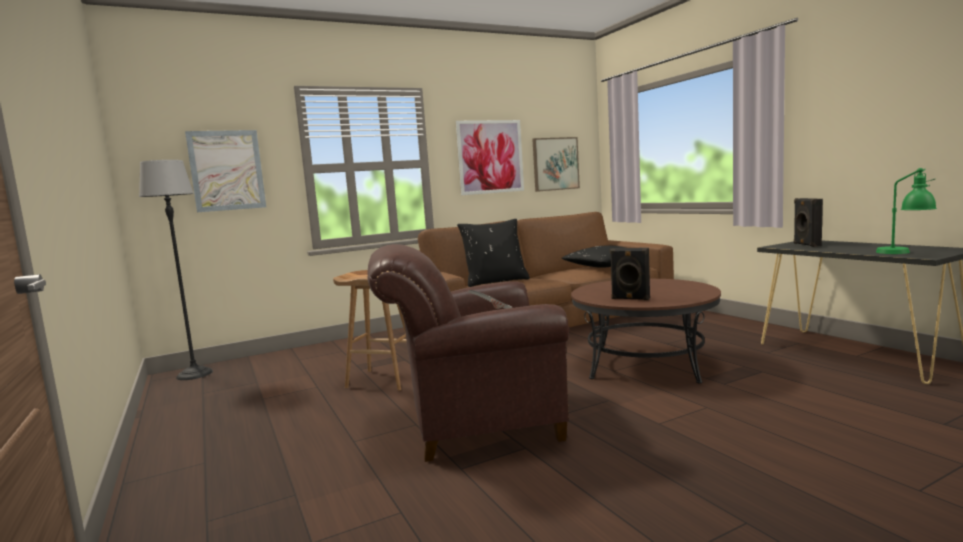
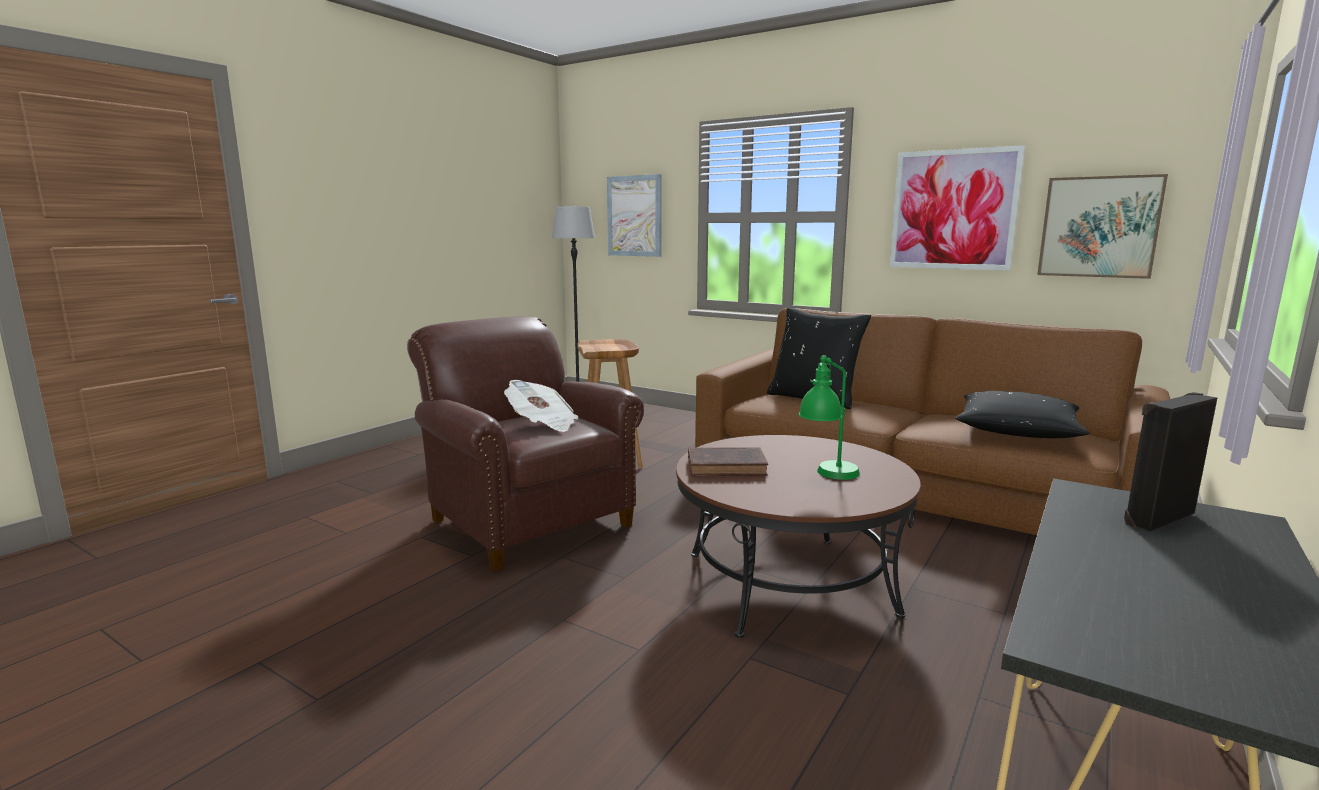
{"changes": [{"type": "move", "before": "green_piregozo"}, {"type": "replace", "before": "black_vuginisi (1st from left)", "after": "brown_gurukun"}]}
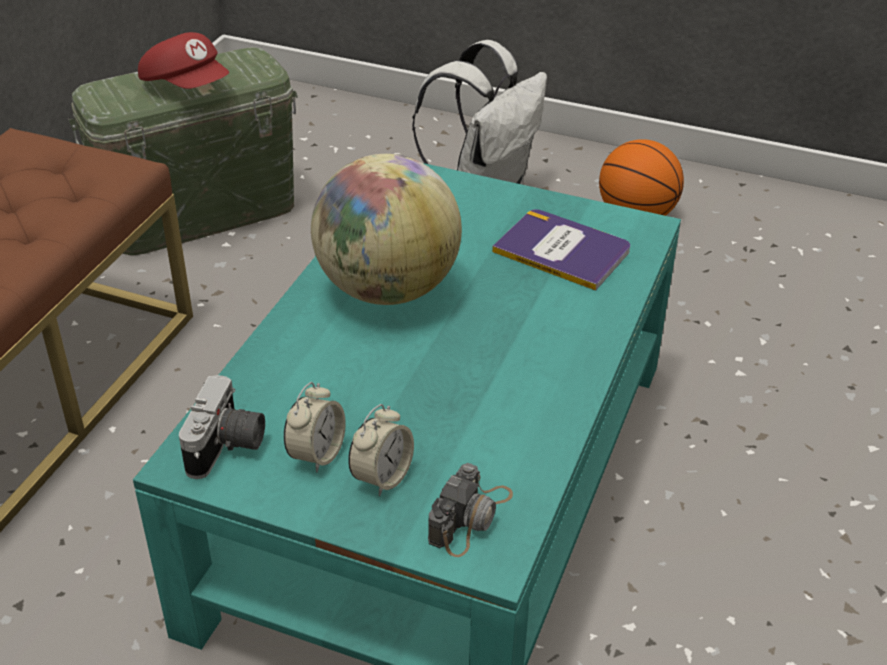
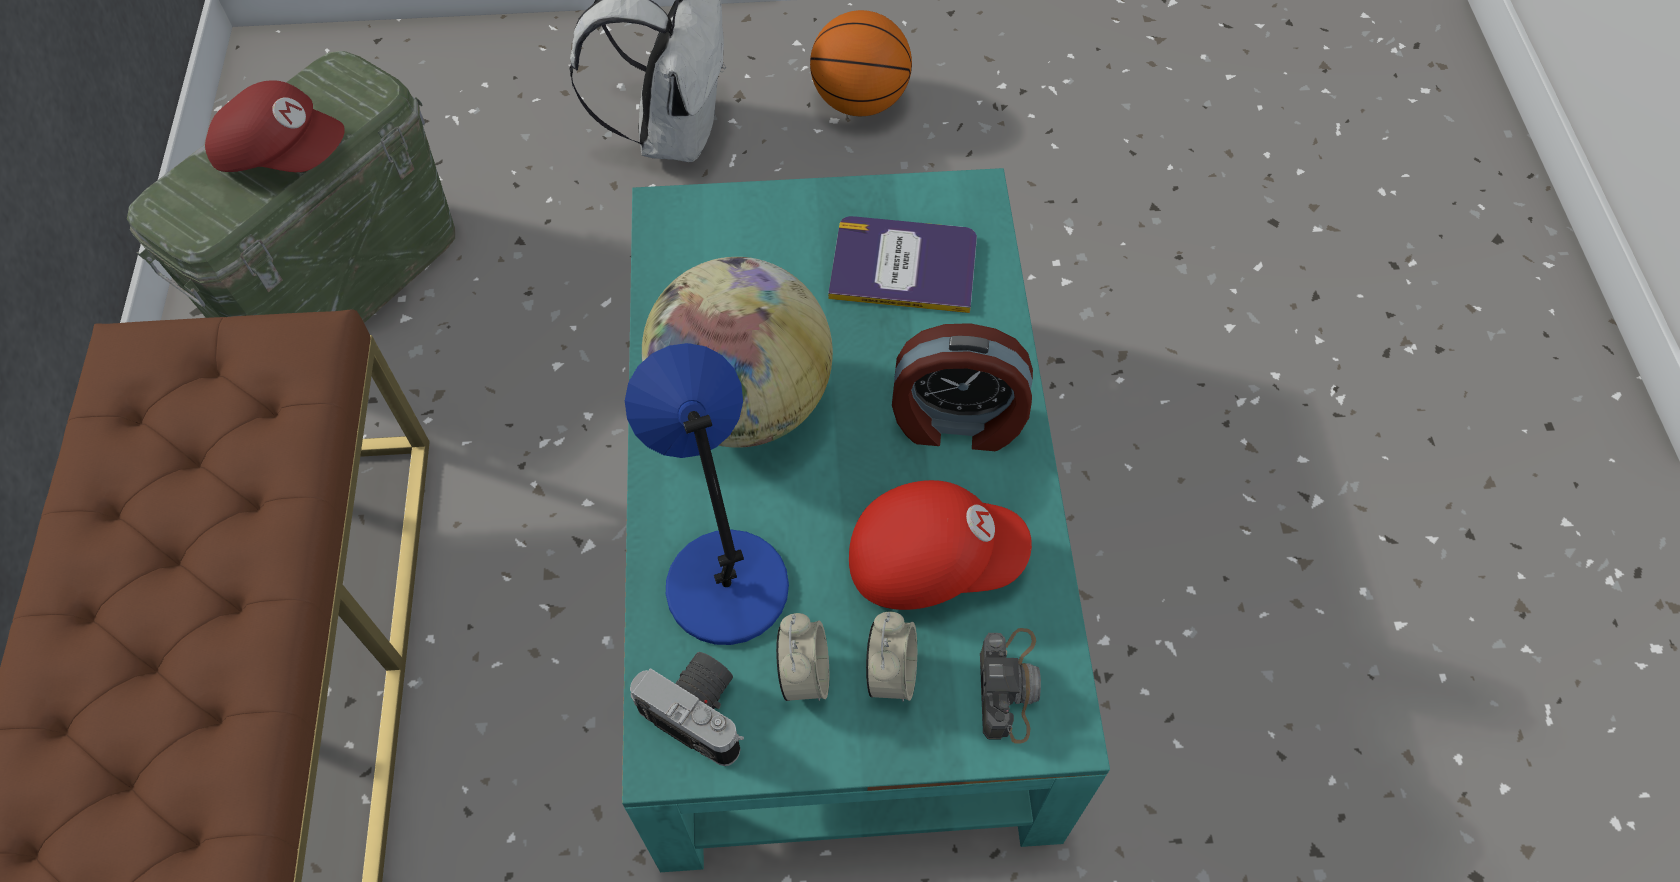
{"changes": [{"type": "rotate", "before": "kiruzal (1st from left)", "turn": -45}, {"type": "insert", "after": "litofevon (3rd from left)"}, {"type": "insert", "after": "blue_piregozo"}, {"type": "insert", "after": "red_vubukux (2nd from left)"}]}
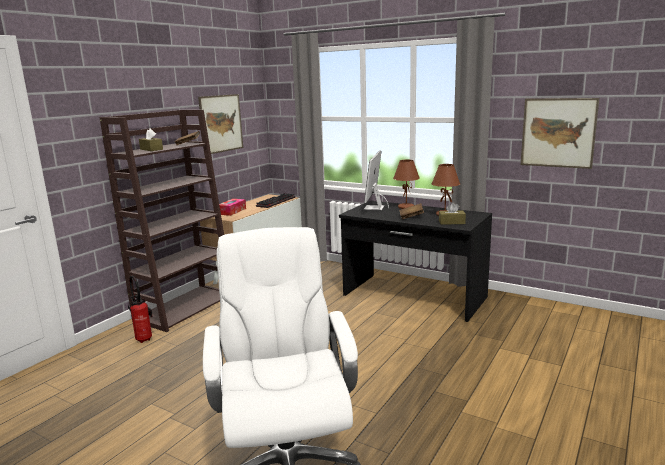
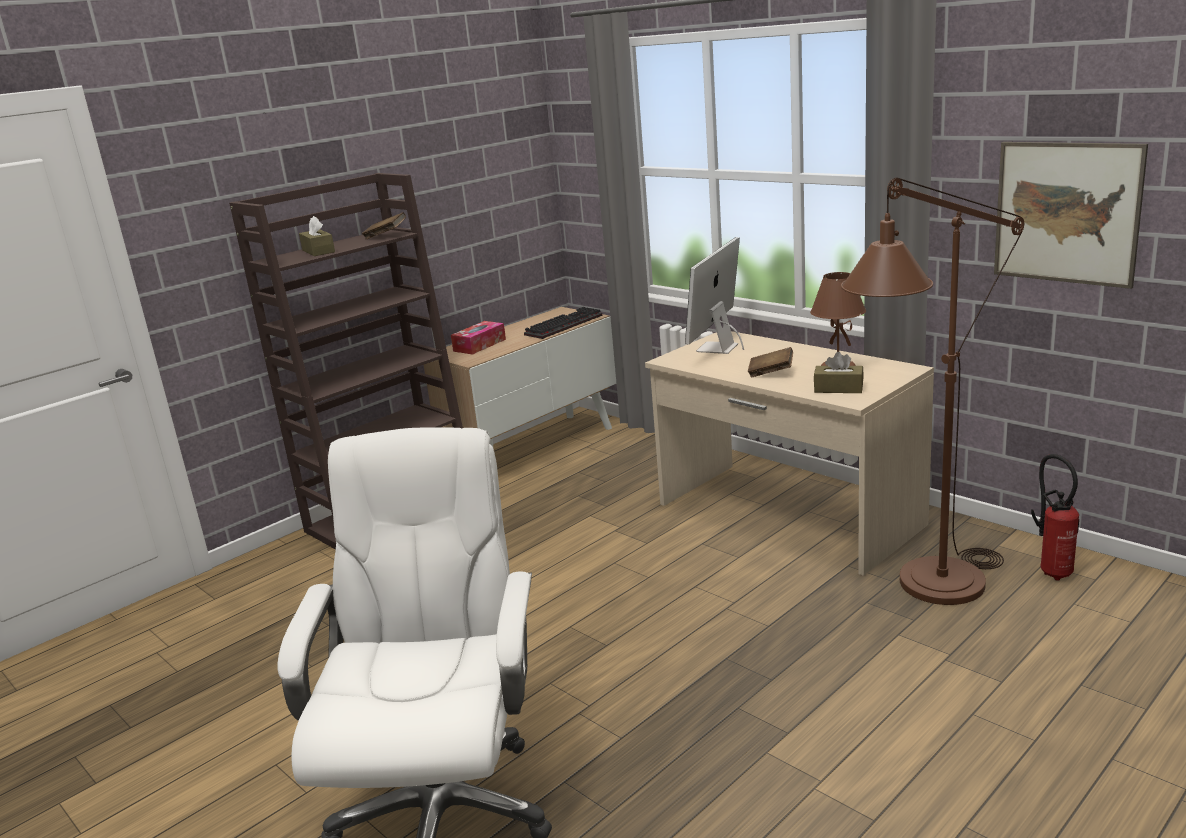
{"changes": [{"type": "delete", "before": "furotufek (1st from left)"}, {"type": "delete", "before": "brown_piregozo (1st from left)"}, {"type": "recolor", "before": "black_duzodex", "after": "beige_duzodex"}, {"type": "move", "before": "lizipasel"}, {"type": "insert", "after": "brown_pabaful"}]}
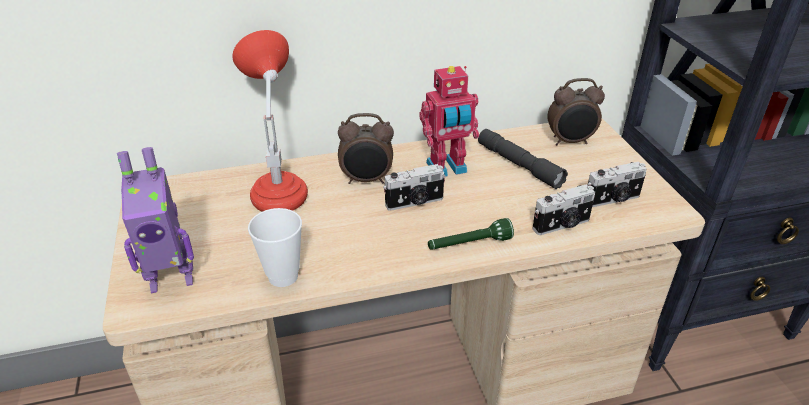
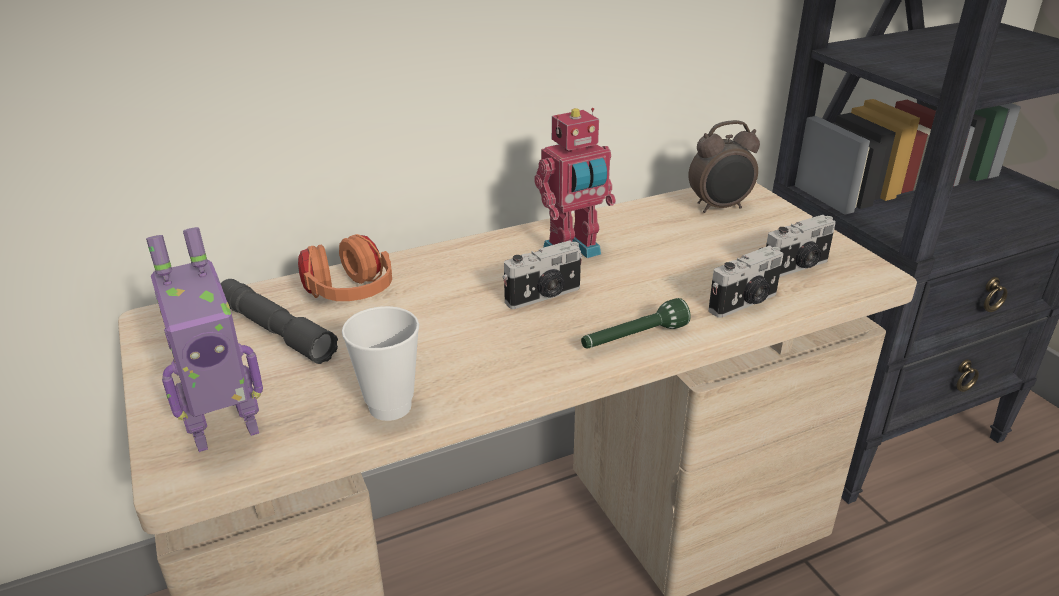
{"changes": [{"type": "replace", "before": "red_piregozo", "after": "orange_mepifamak"}, {"type": "delete", "before": "litofevon (1st from left)"}, {"type": "move", "before": "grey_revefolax"}]}
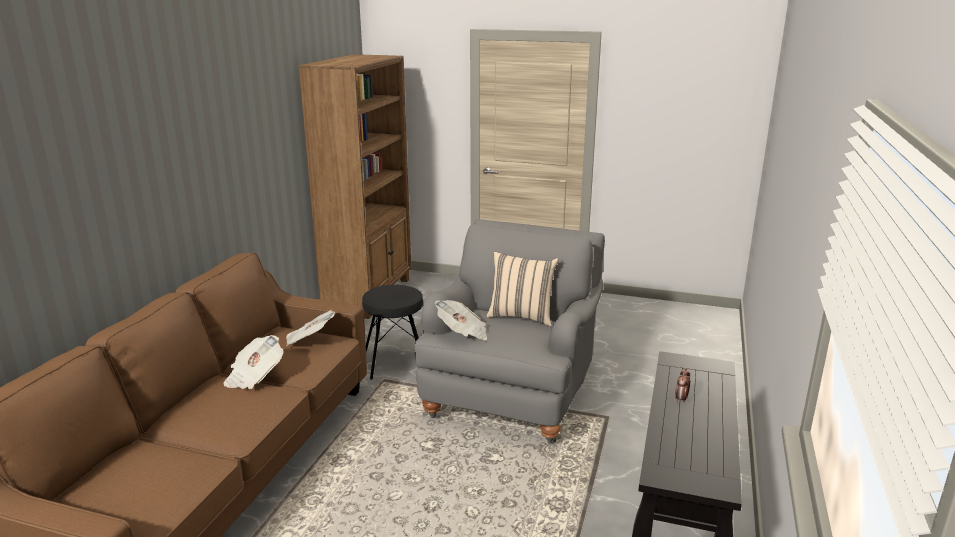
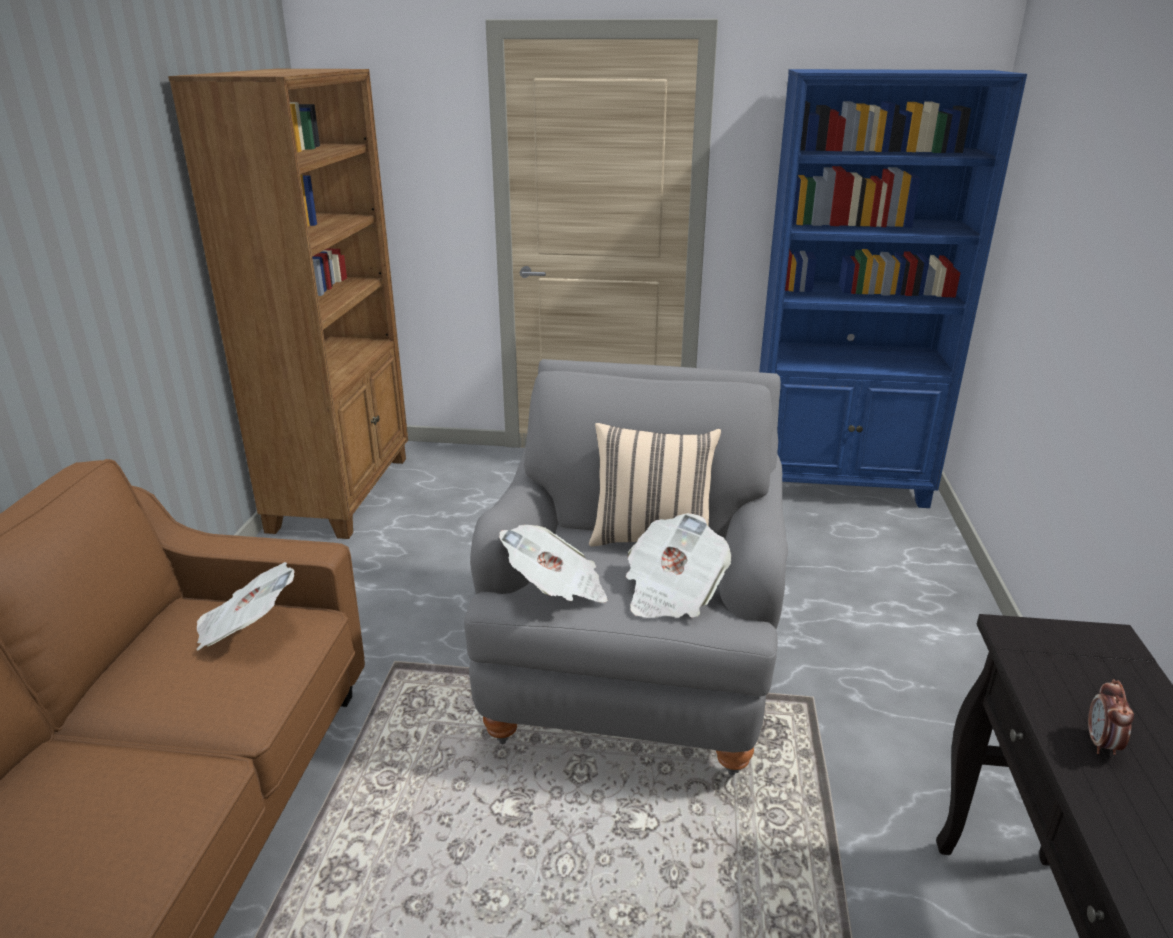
{"changes": [{"type": "delete", "before": "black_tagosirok"}, {"type": "move", "before": "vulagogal (1st from left in the first image)", "after": "vulagogal (3rd from left)"}, {"type": "insert", "after": "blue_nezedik"}]}
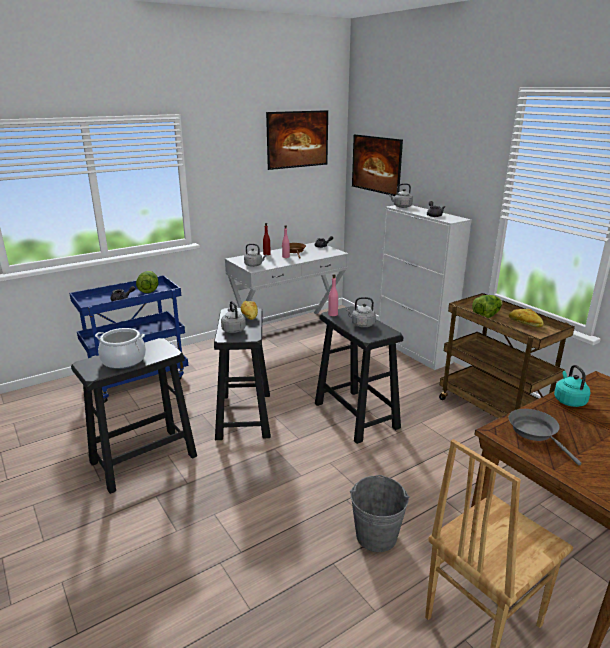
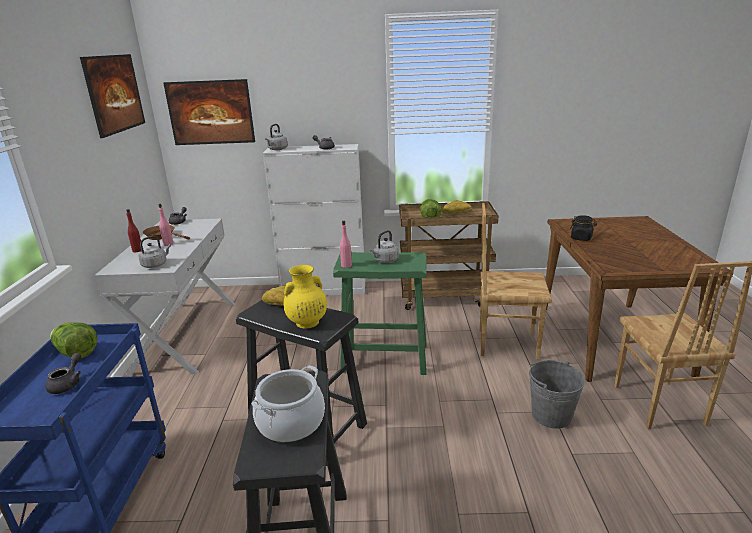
{"changes": [{"type": "replace", "before": "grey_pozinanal (1st from left)", "after": "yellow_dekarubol"}, {"type": "recolor", "before": "black_tagosirok (3rd from left)", "after": "green_tagosirok"}, {"type": "replace", "before": "turquoise_pozinanal", "after": "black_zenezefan"}, {"type": "delete", "before": "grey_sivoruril"}, {"type": "insert", "after": "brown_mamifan (1st from left)"}]}
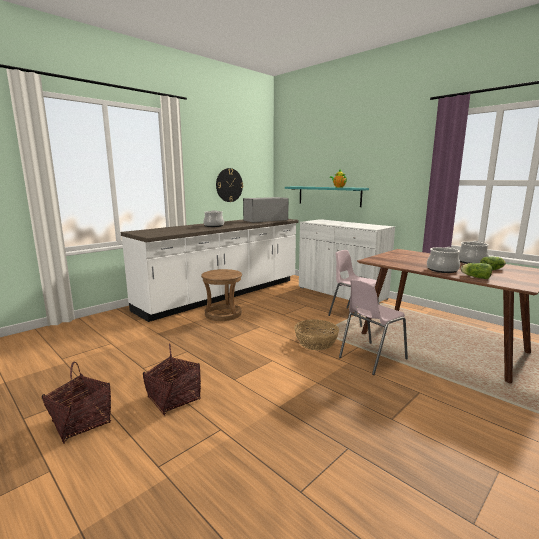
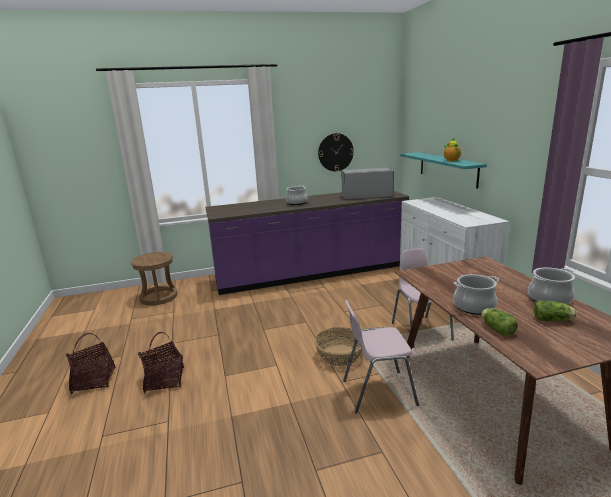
{"changes": [{"type": "recolor", "before": "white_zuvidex", "after": "purple_zuvidex"}, {"type": "move", "before": "brown_tagosirok"}]}
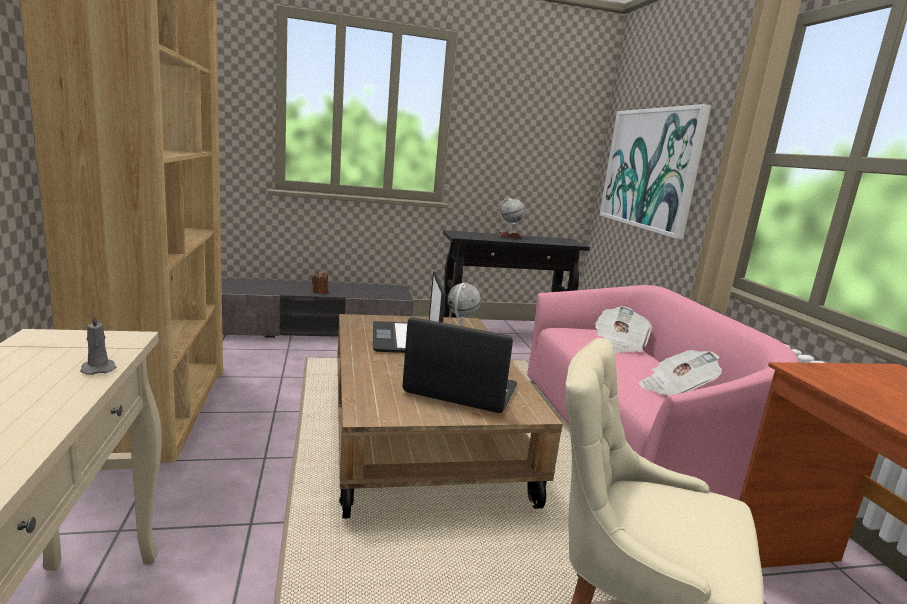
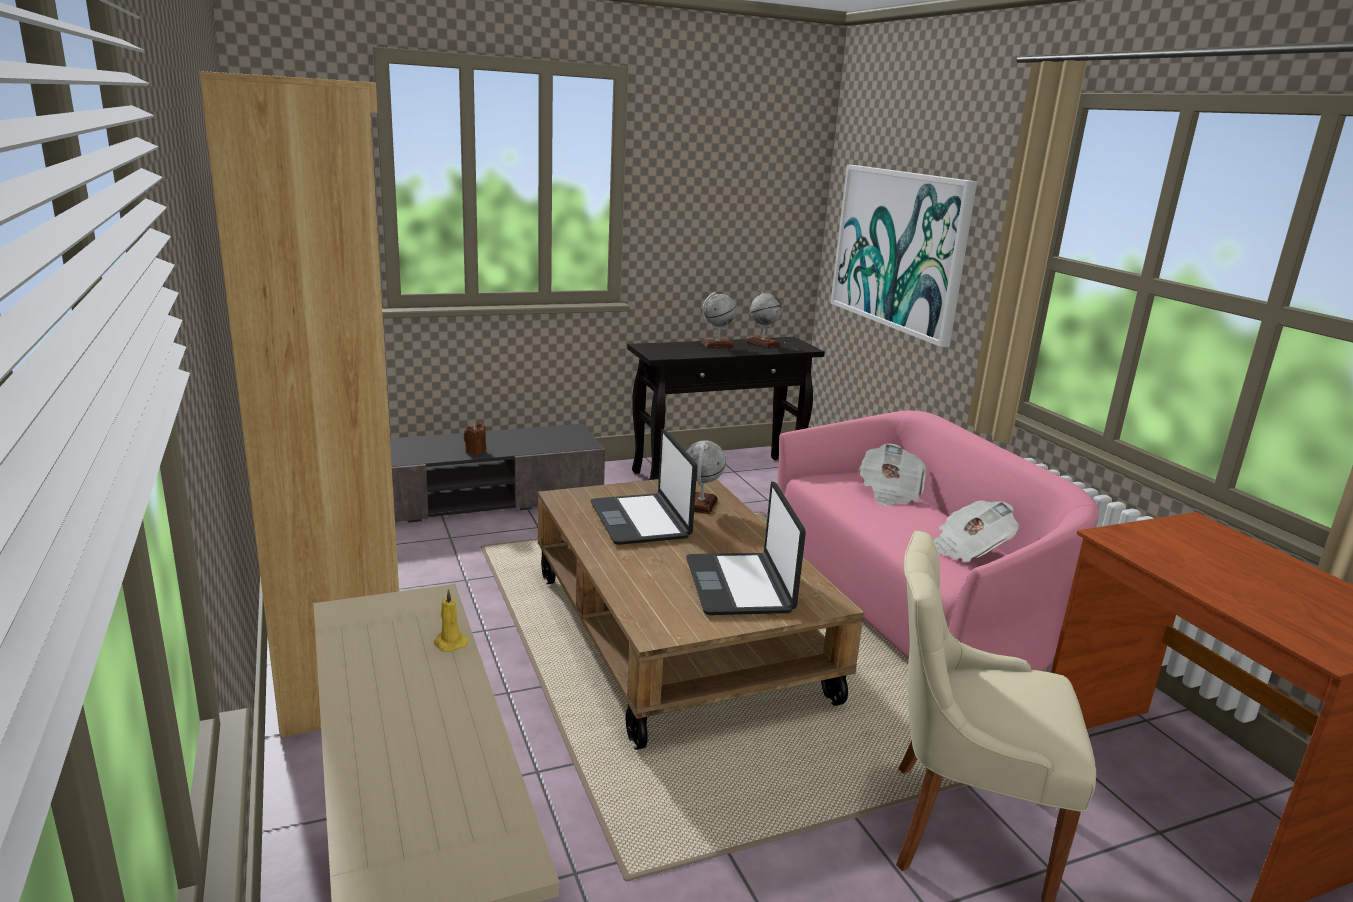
{"changes": [{"type": "recolor", "before": "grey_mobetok", "after": "yellow_mobetok"}, {"type": "rotate", "before": "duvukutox (2nd from left)", "turn": -105}, {"type": "insert", "after": "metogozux (3rd from left)"}]}
